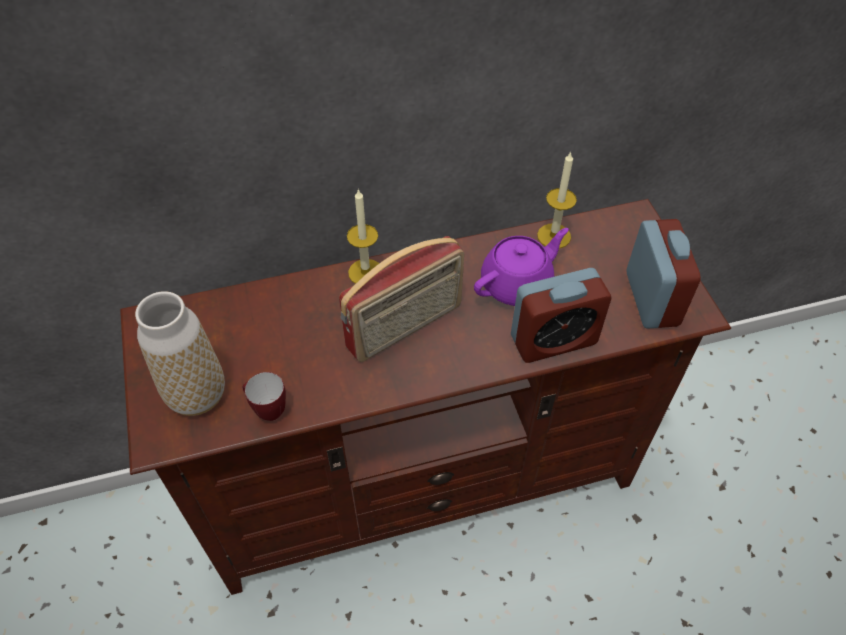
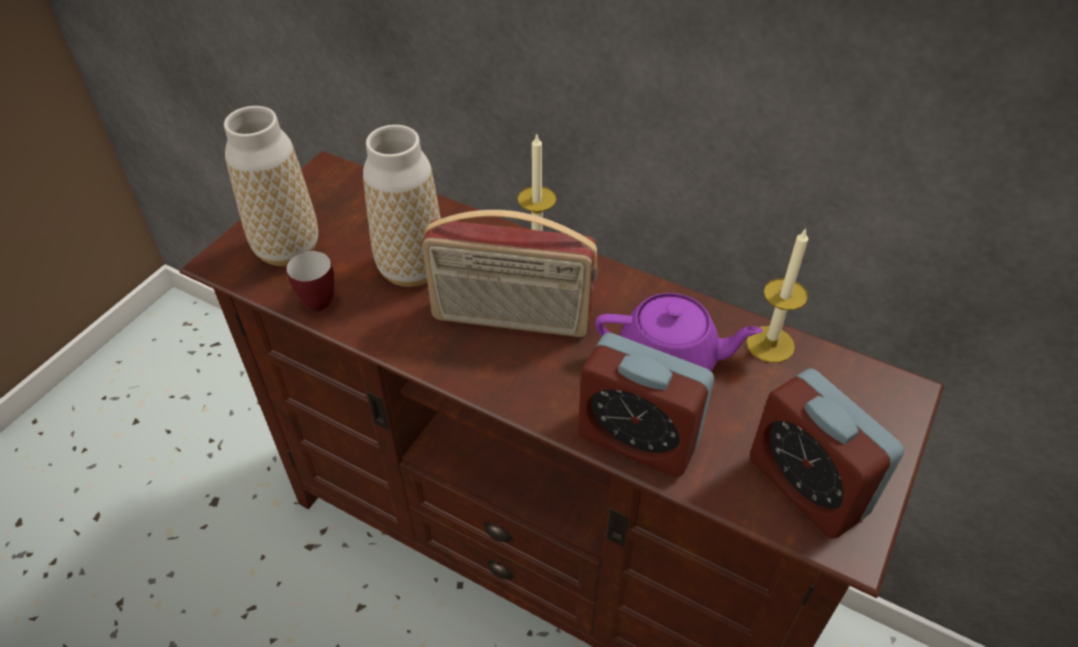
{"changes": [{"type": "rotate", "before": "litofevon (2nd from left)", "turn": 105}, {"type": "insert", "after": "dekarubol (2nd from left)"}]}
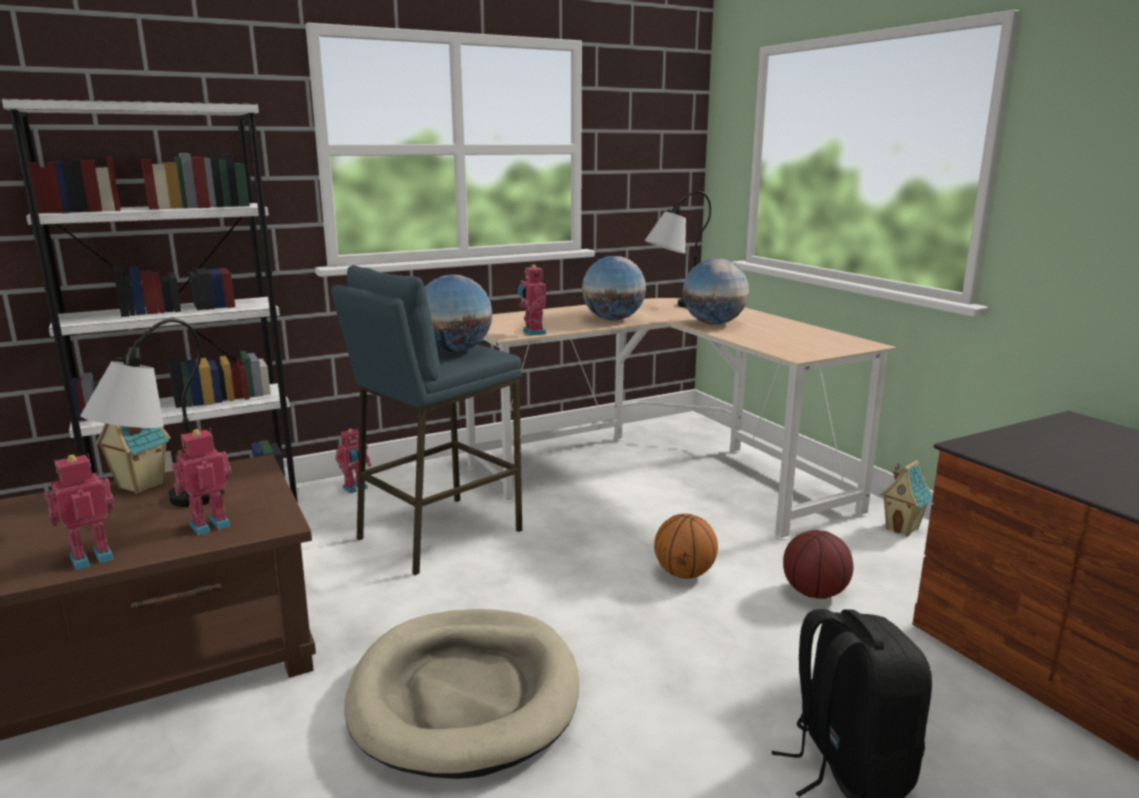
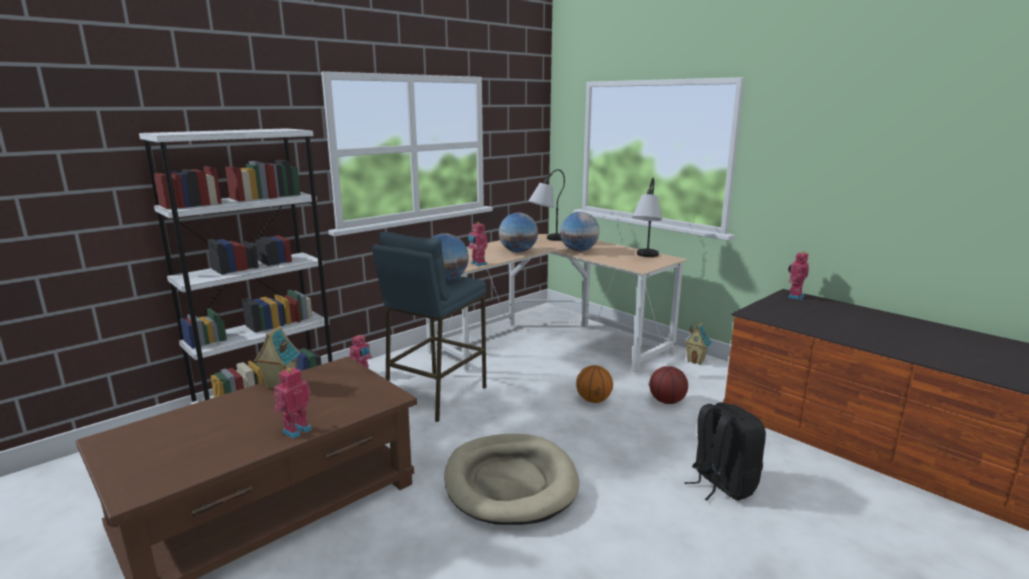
{"changes": [{"type": "move", "before": "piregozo (1st from left in the first image)", "after": "piregozo (2nd from left)"}, {"type": "move", "before": "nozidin (2nd from left in the first image)", "after": "nozidin (4th from left)"}]}
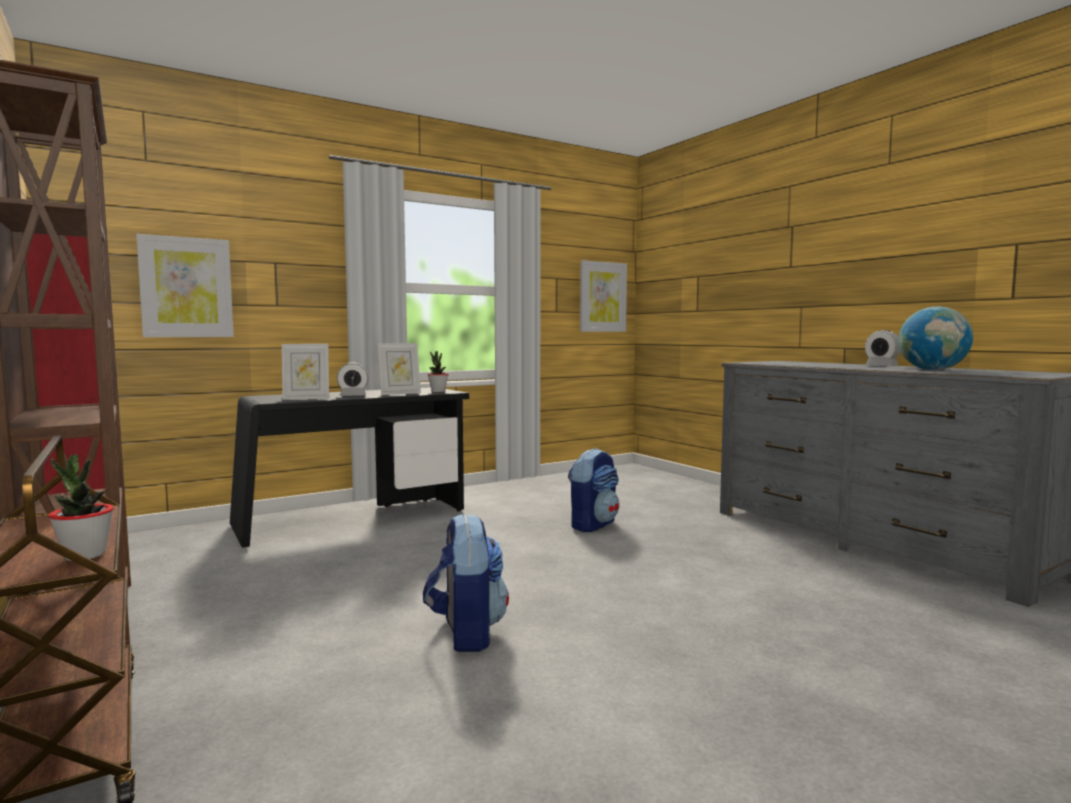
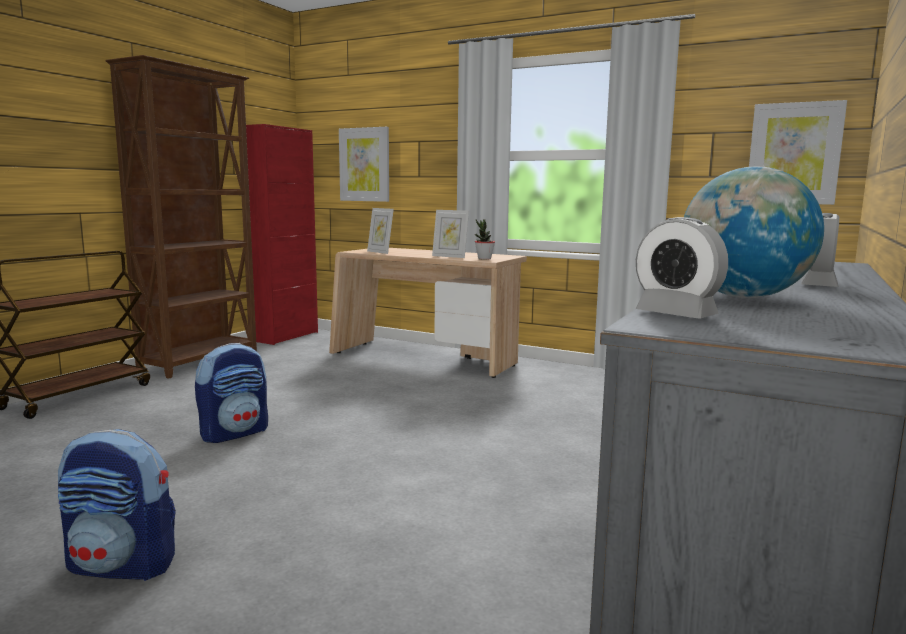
{"changes": [{"type": "move", "before": "litofevon (1st from left)"}, {"type": "recolor", "before": "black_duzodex", "after": "beige_duzodex"}, {"type": "move", "before": "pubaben (2nd from left in the first image)", "after": "pubaben (1st from left)"}, {"type": "delete", "before": "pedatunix (1st from left)"}]}
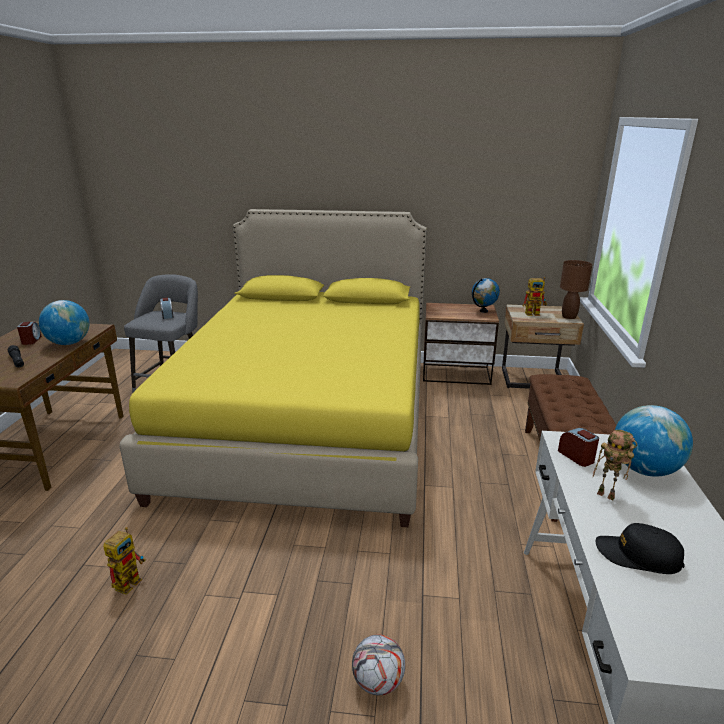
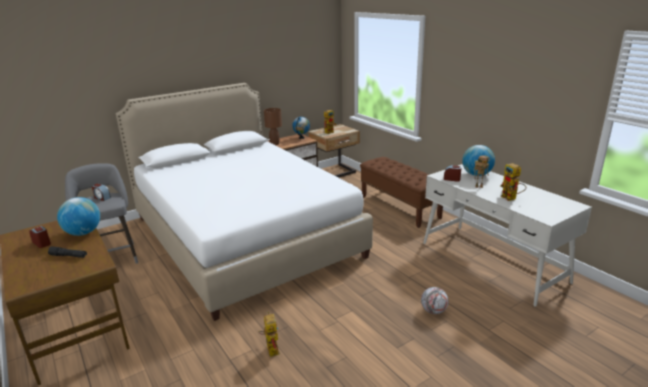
{"changes": [{"type": "recolor", "before": "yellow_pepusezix", "after": "white_pepusezix"}, {"type": "move", "before": "brown_piregozo"}, {"type": "replace", "before": "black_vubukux", "after": "nozidin (4th from left)"}]}
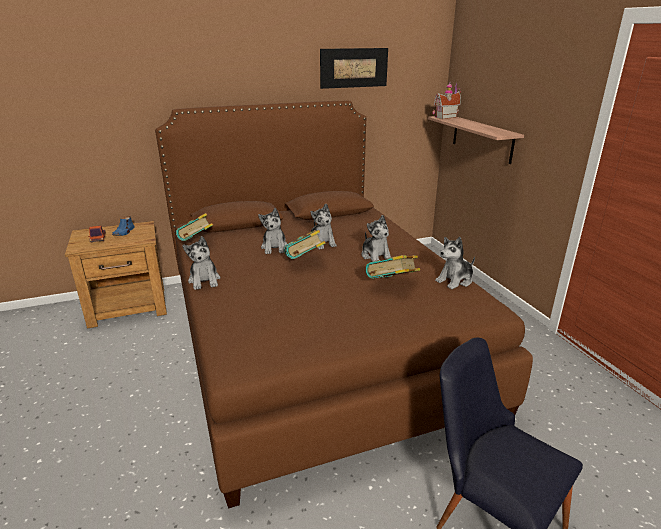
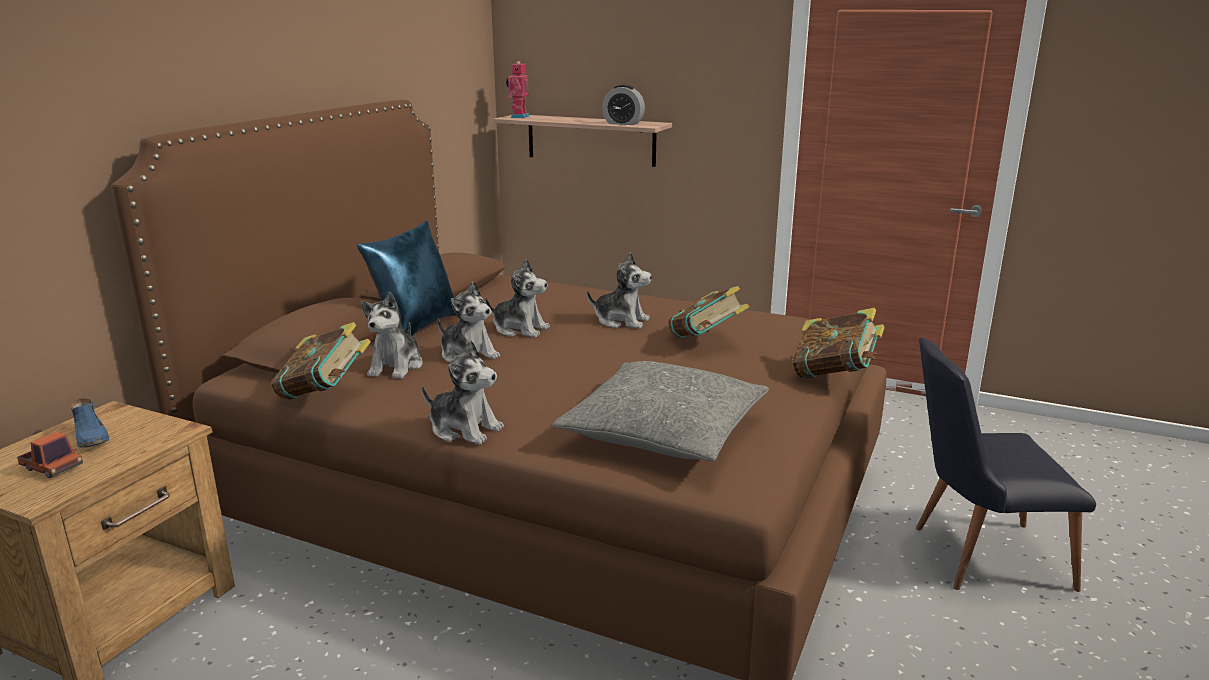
{"changes": [{"type": "delete", "before": "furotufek"}, {"type": "replace", "before": "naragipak", "after": "nozidin"}, {"type": "move", "before": "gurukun (2nd from left in the first image)", "after": "gurukun (3rd from left)"}, {"type": "move", "before": "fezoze (5th from left in the first image)", "after": "fezoze (1st from left)"}, {"type": "insert", "after": "litofevon"}, {"type": "insert", "after": "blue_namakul"}, {"type": "insert", "after": "grey_namakul"}]}
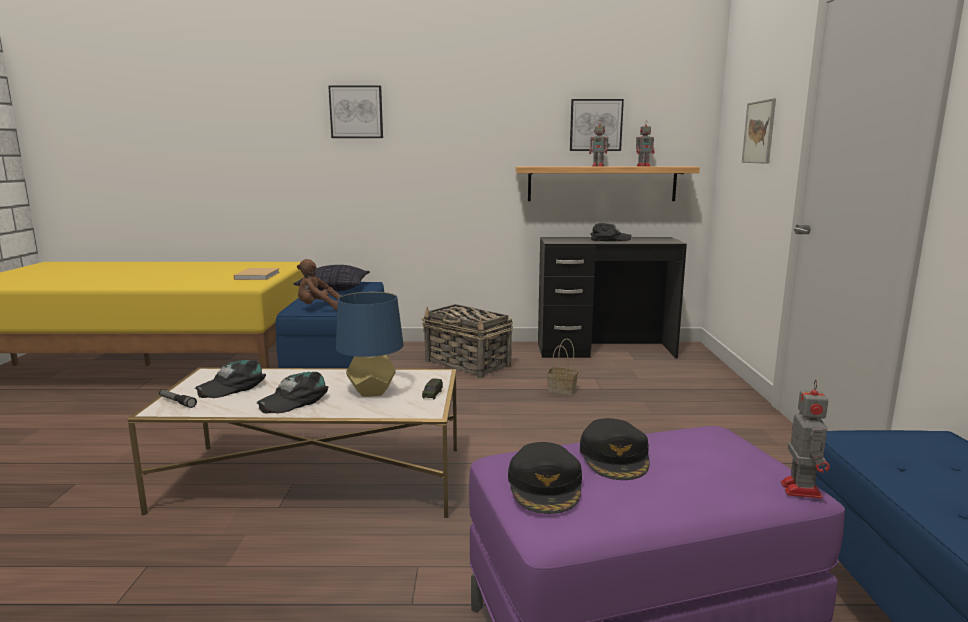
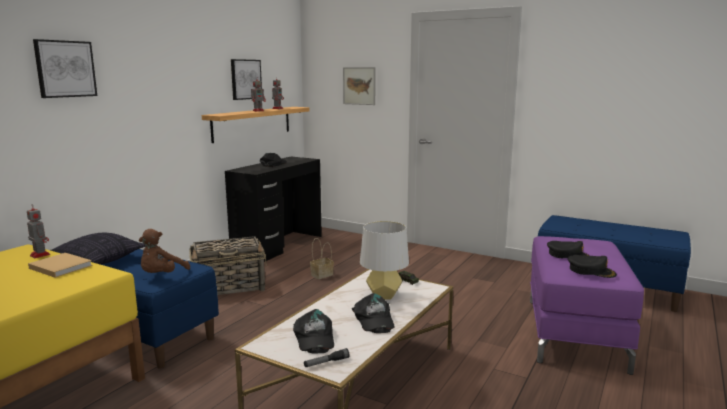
{"changes": [{"type": "recolor", "before": "blue_piregozo", "after": "grey_piregozo"}, {"type": "move", "before": "nozidin (3rd from left in the first image)", "after": "nozidin (1st from left)"}]}
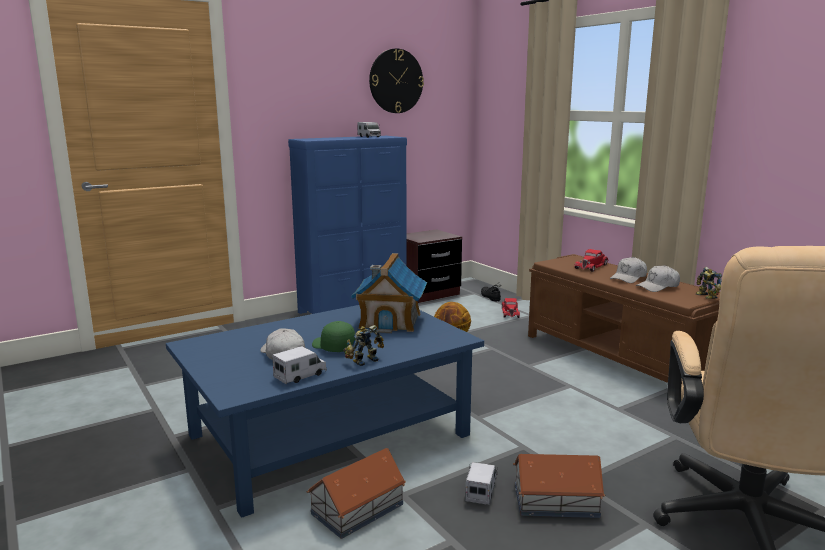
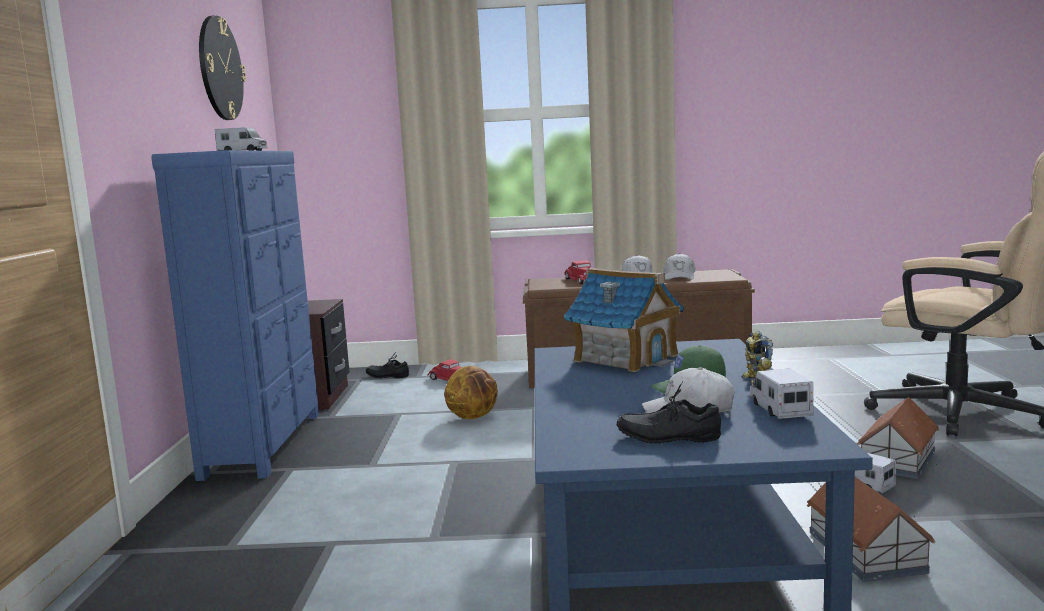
{"changes": [{"type": "delete", "before": "nozidin (2nd from left)"}, {"type": "insert", "after": "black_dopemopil (2nd from left)"}]}
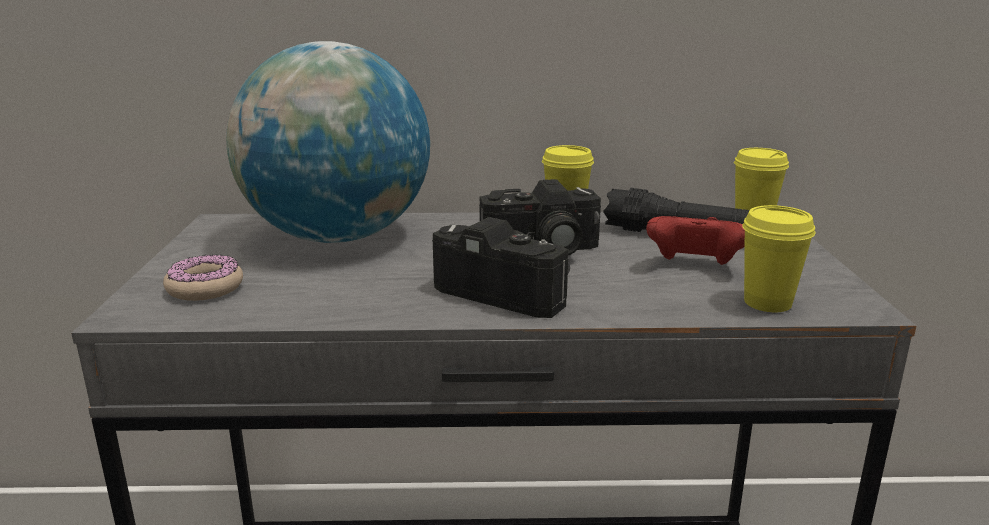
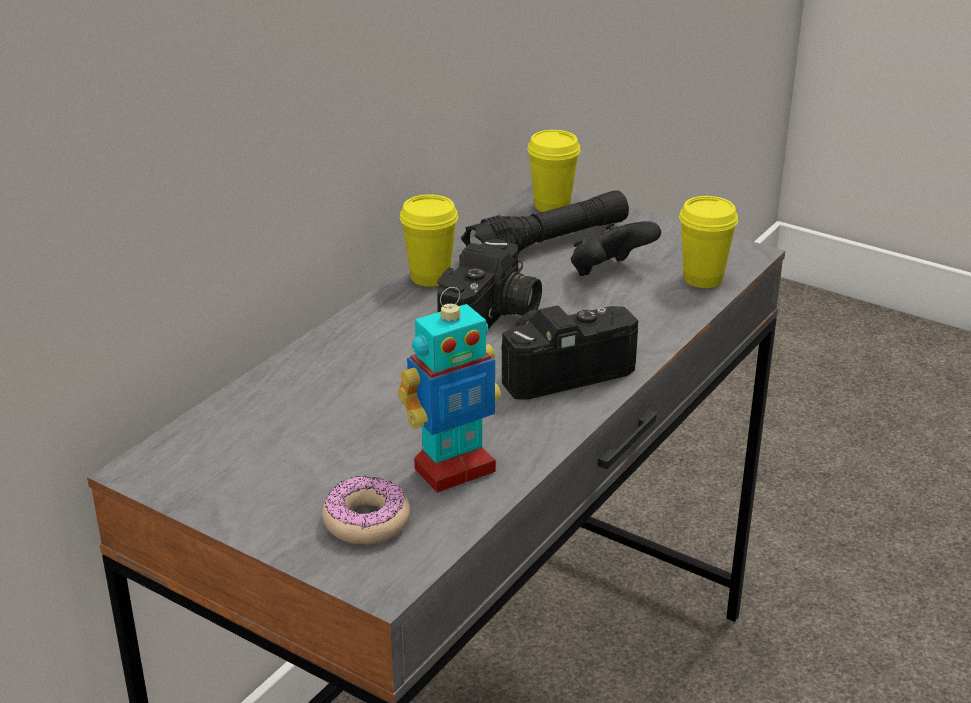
{"changes": [{"type": "delete", "before": "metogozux"}, {"type": "recolor", "before": "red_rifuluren", "after": "black_rifuluren"}, {"type": "insert", "after": "nozidin"}]}
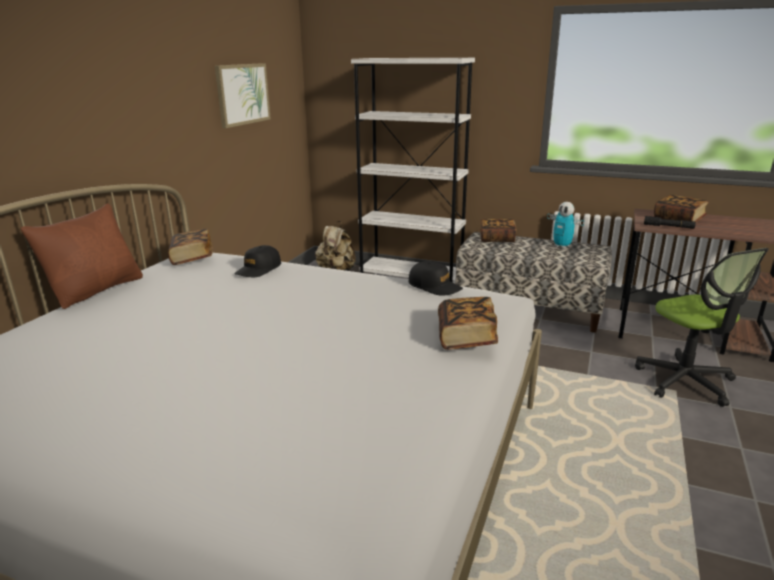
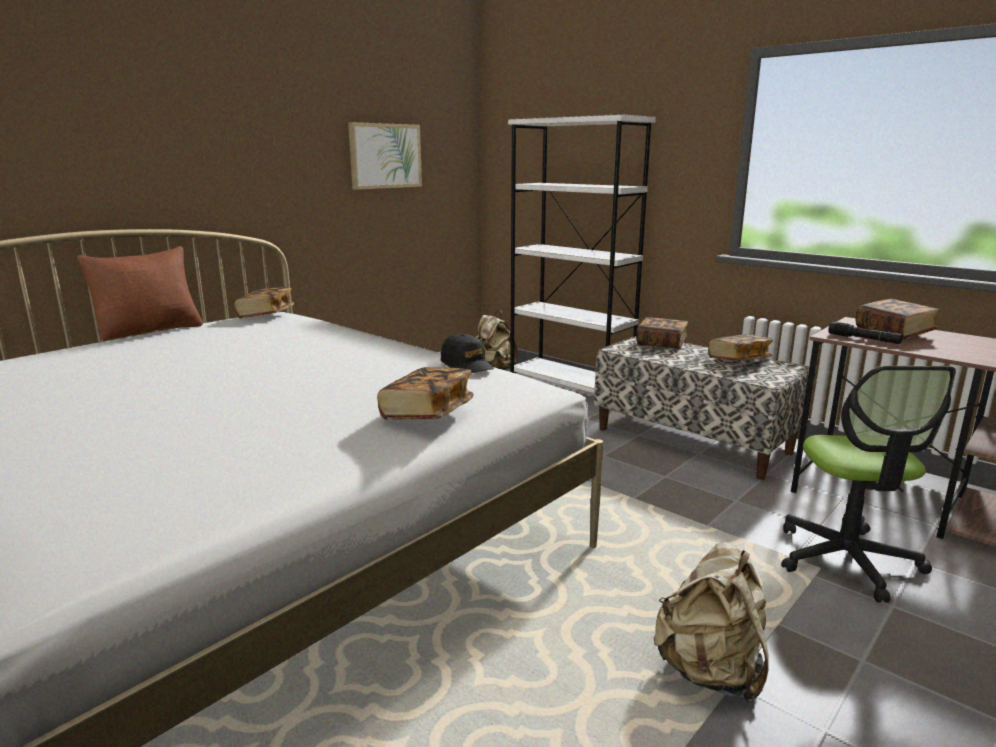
{"changes": [{"type": "replace", "before": "nozidin", "after": "gurukun (4th from left)"}, {"type": "delete", "before": "black_vubukux (1st from left)"}, {"type": "insert", "after": "beige_pubaben (2nd from left)"}]}
